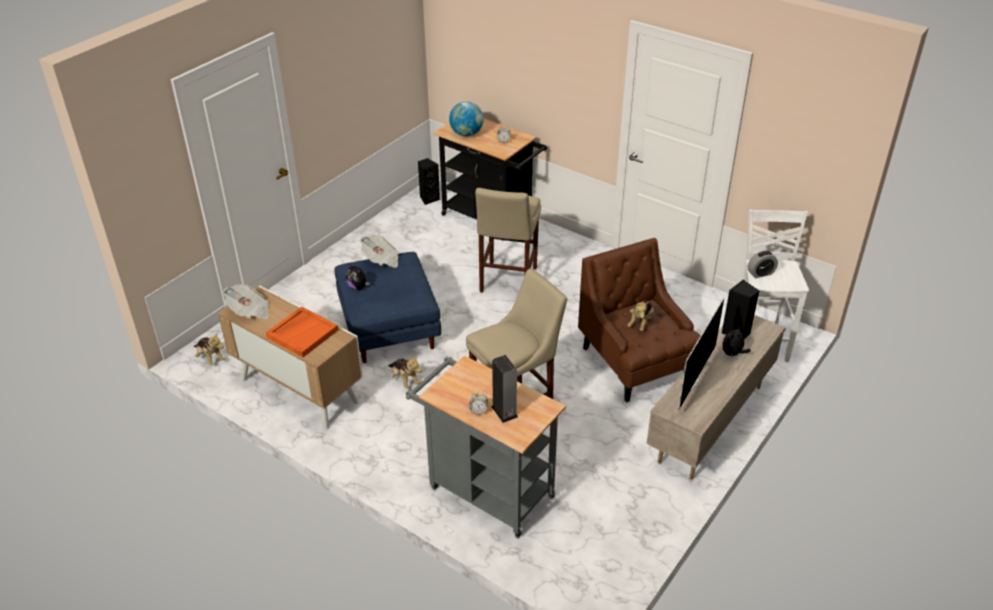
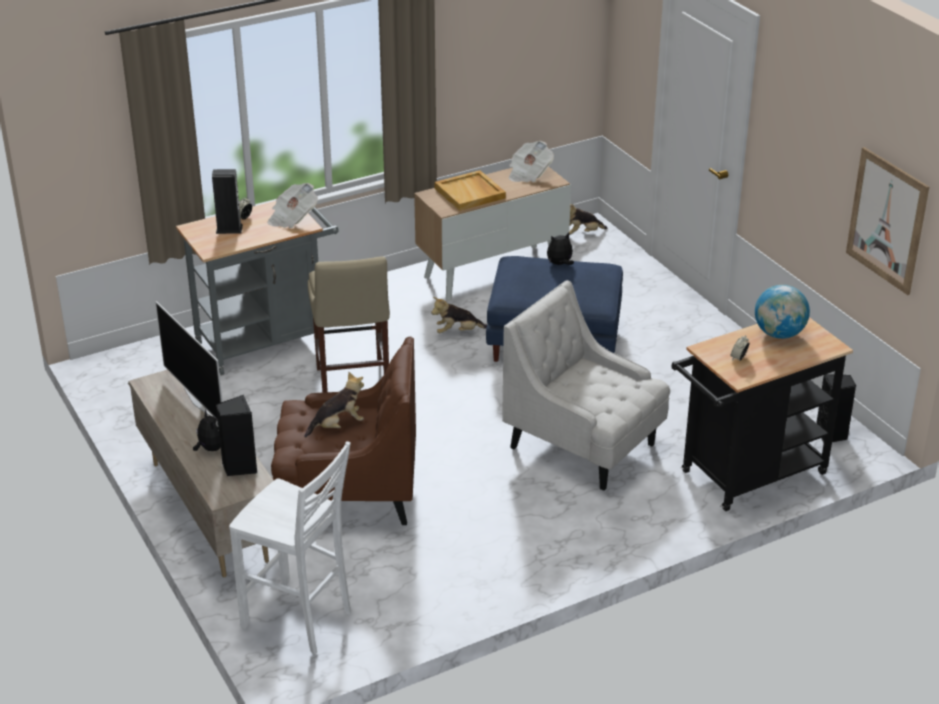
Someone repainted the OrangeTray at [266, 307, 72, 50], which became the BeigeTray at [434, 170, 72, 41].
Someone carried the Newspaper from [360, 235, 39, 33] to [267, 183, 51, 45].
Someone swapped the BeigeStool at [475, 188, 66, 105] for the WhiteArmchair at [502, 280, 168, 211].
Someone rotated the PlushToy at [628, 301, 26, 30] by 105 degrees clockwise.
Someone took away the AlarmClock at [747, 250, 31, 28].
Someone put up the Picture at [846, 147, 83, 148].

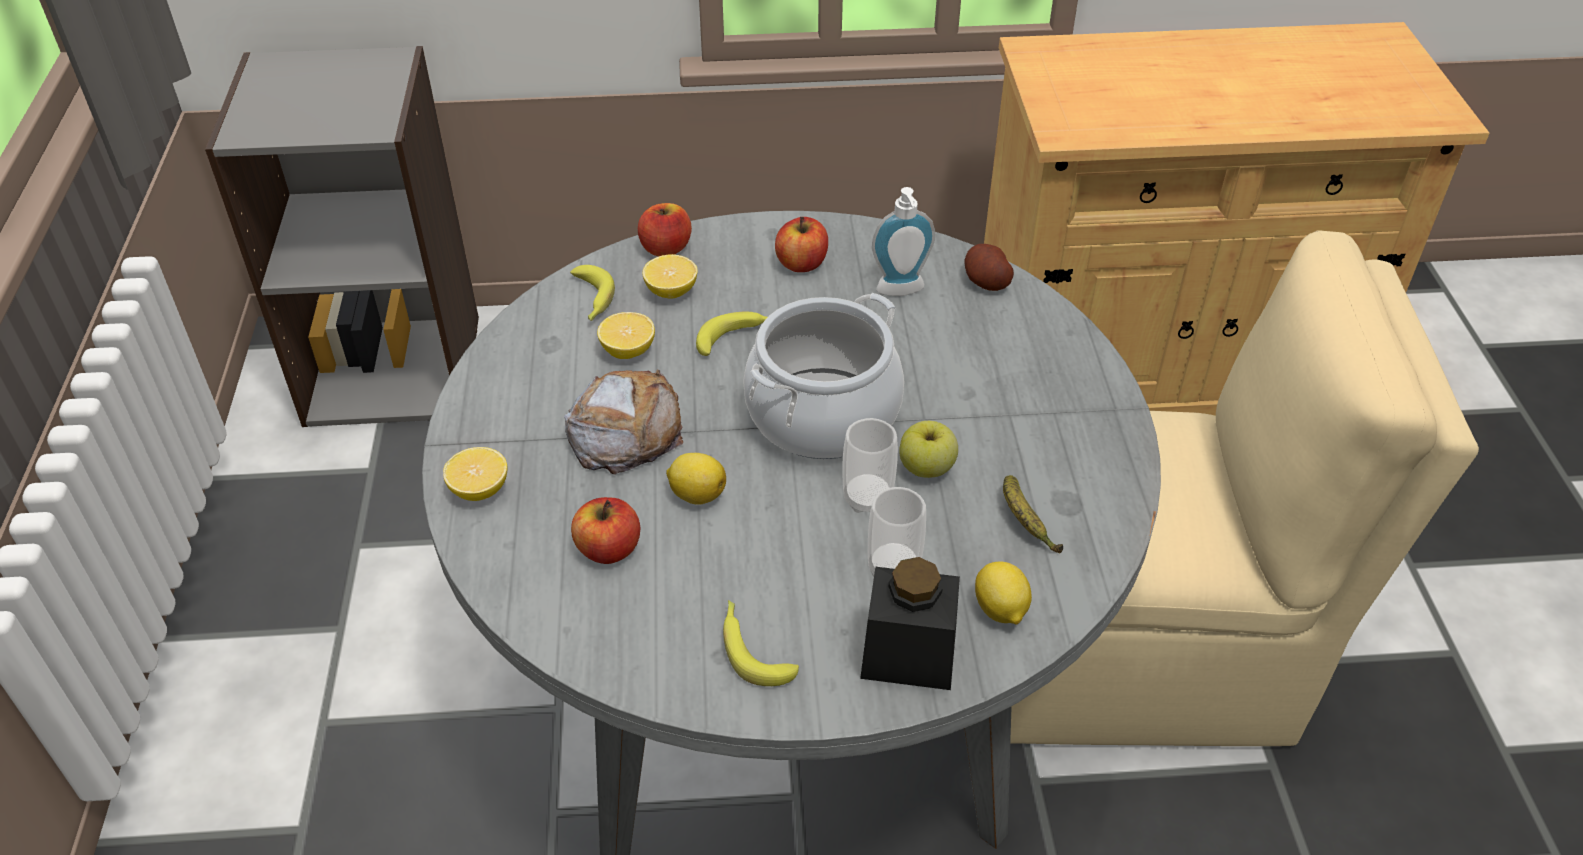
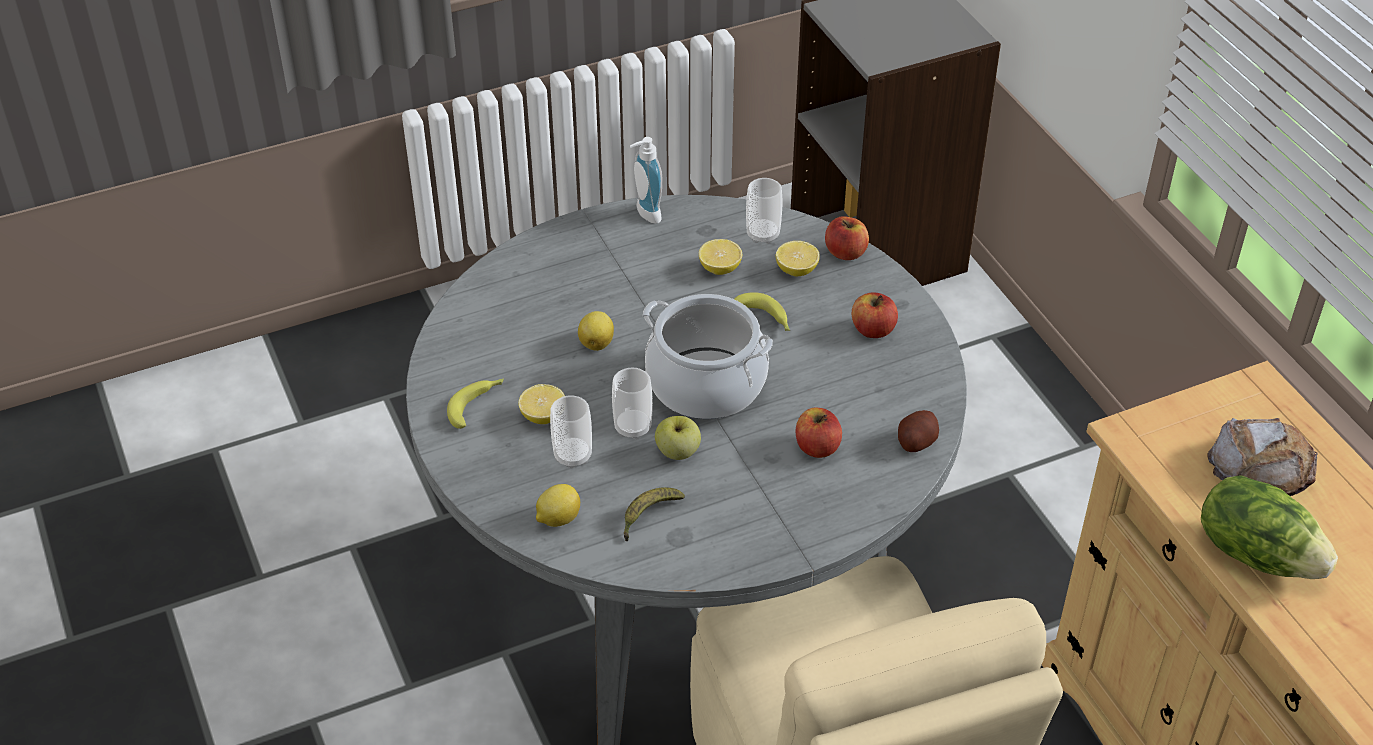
Someone carried the Lemon from [443, 447, 65, 54] to [518, 384, 47, 40].
Someone carried the Bread from [564, 370, 119, 105] to [1207, 418, 111, 78].
Someone swapped the Banana at [570, 265, 45, 56] for the Cup at [746, 178, 36, 66].
Someone carried the Apple from [571, 497, 69, 67] to [796, 407, 46, 51].
Someone took away the BlackJar at [860, 557, 100, 133].
Someone carried the SoapDispenser from [872, 187, 63, 109] to [630, 137, 33, 87].
Someone put down the Lettuce at [1201, 476, 137, 103].

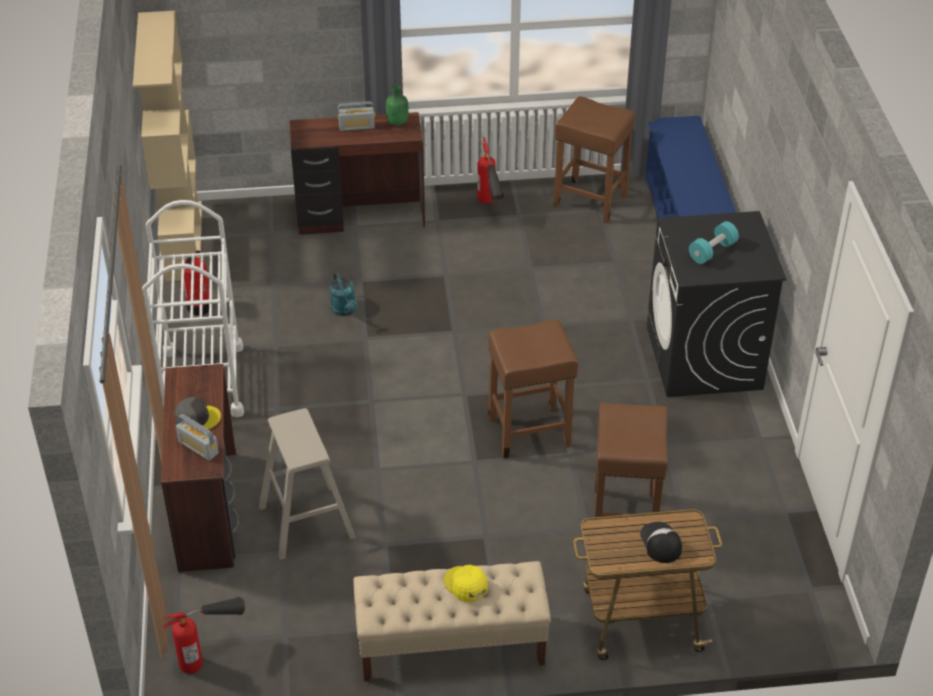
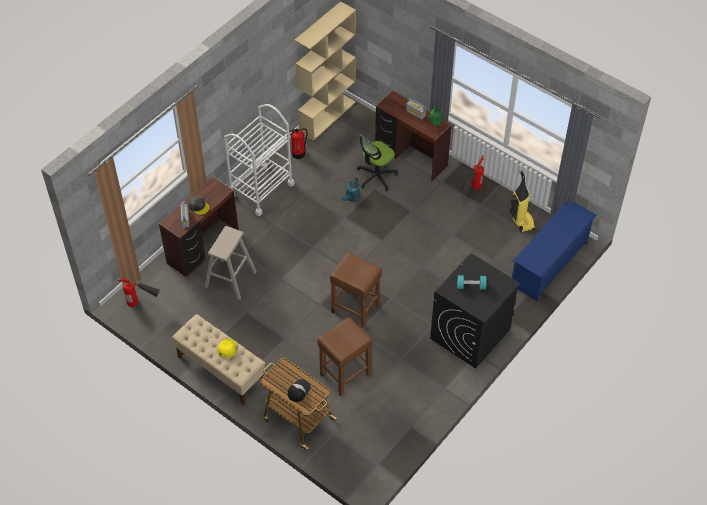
Someone swapped the BrownStool at [553, 97, 82, 127] for the VacuumCleaner at [510, 170, 26, 63].
Someone put down the OfficeChair at [357, 135, 41, 56].

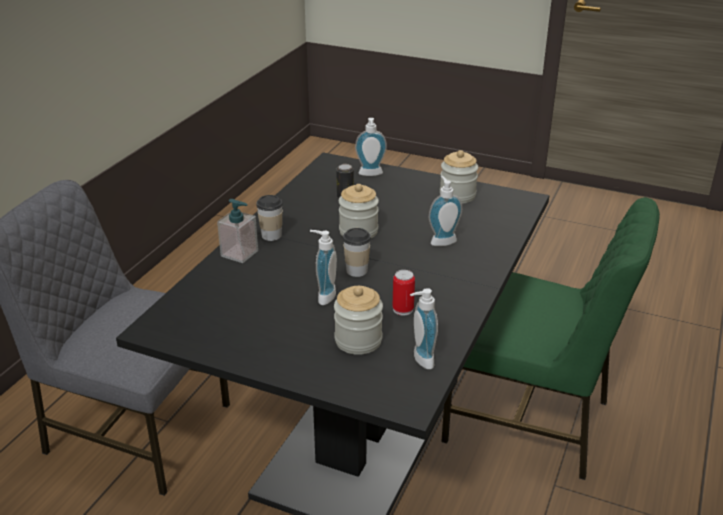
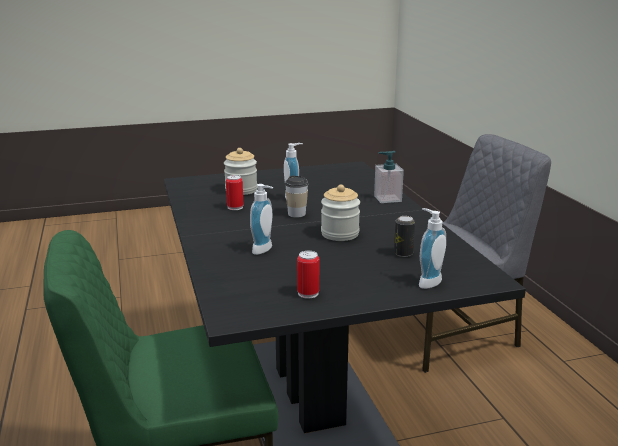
Someone took away the Cup at [256, 195, 27, 46].
Someone took away the SoapDispenser at [410, 288, 28, 81].
Someone swapped the Jar at [440, 150, 38, 54] for the Can at [297, 251, 22, 48].

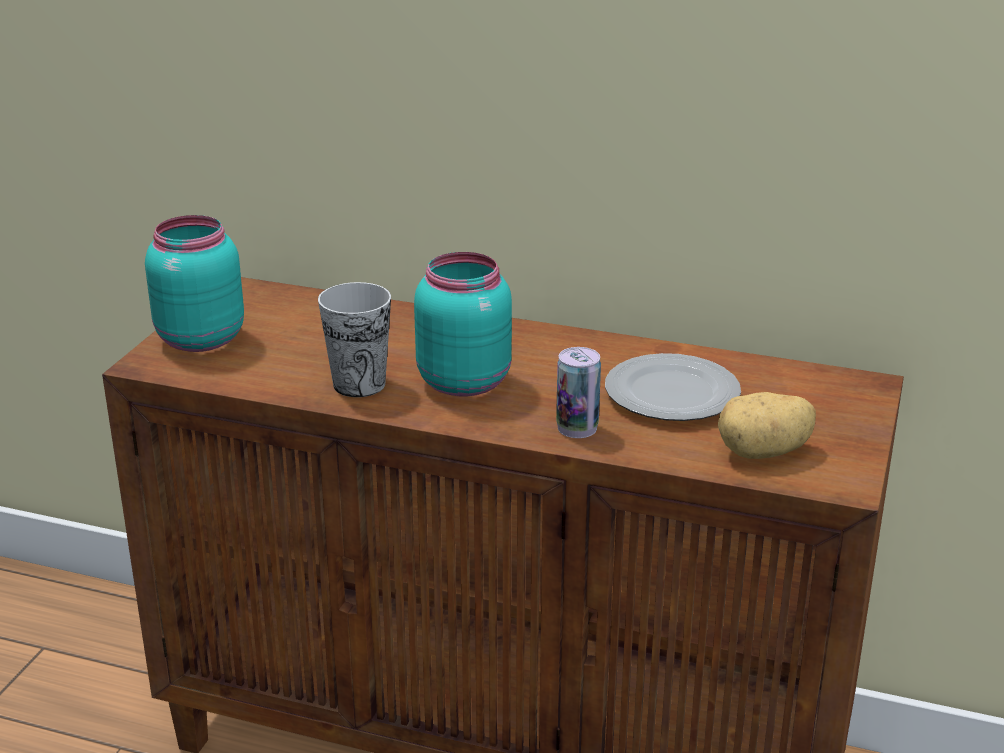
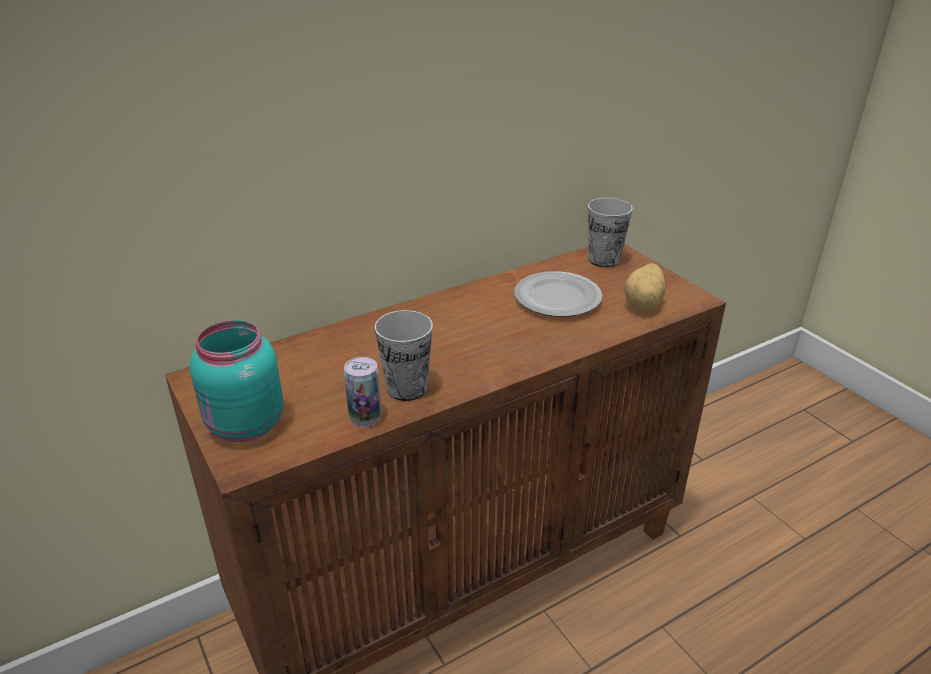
Someone took away the TurquoiseJar at [414, 252, 98, 144].
Someone carried the Can from [556, 347, 45, 91] to [344, 357, 38, 70].
Someone put down the Cup at [588, 198, 45, 70].

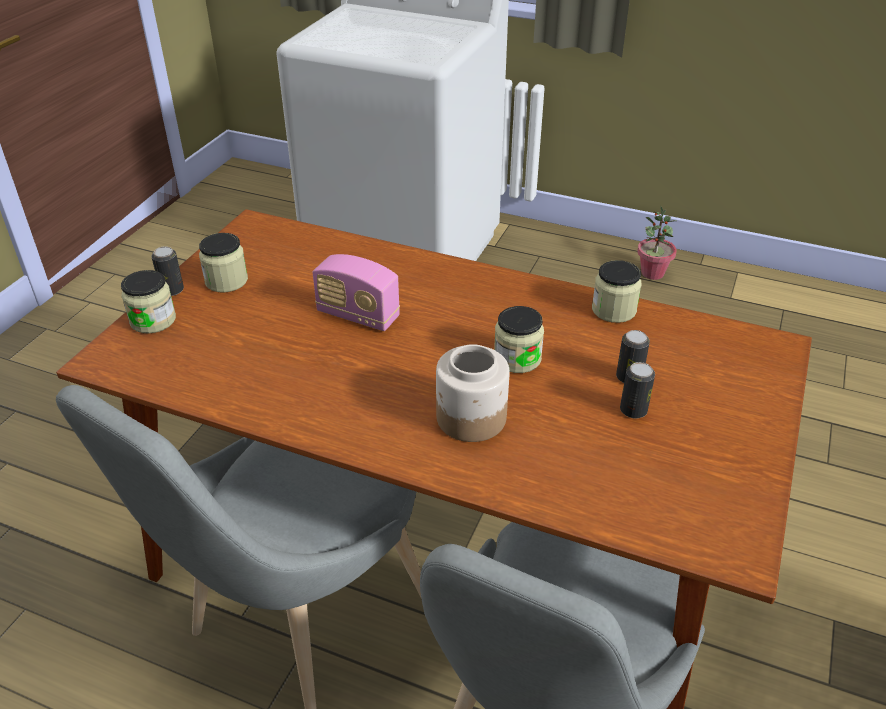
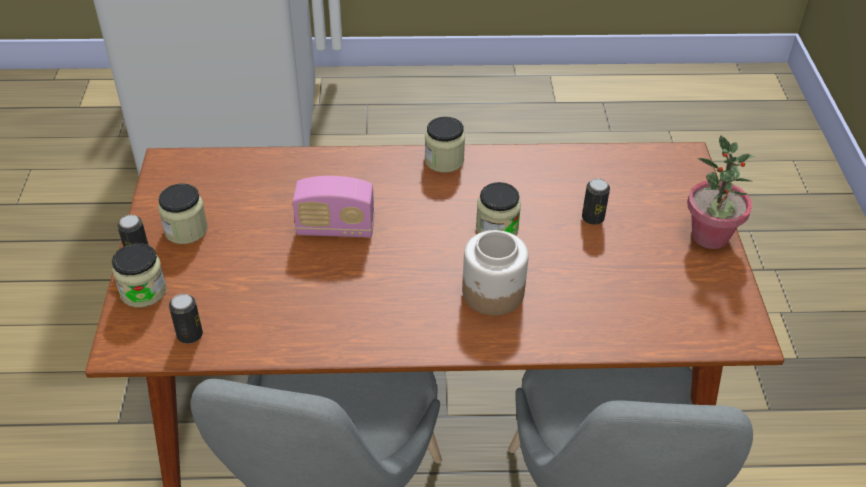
Someone carried the Jar from [592, 260, 50, 63] to [425, 117, 40, 56].
Someone carried the Can from [620, 362, 35, 56] to [169, 294, 34, 50].
Someone carried the PottedPlant from [637, 205, 40, 75] to [687, 136, 68, 113].

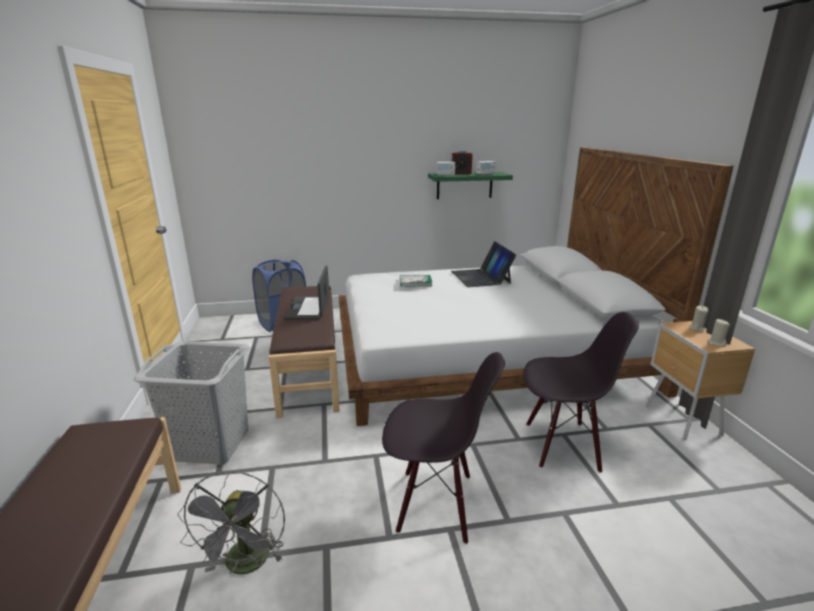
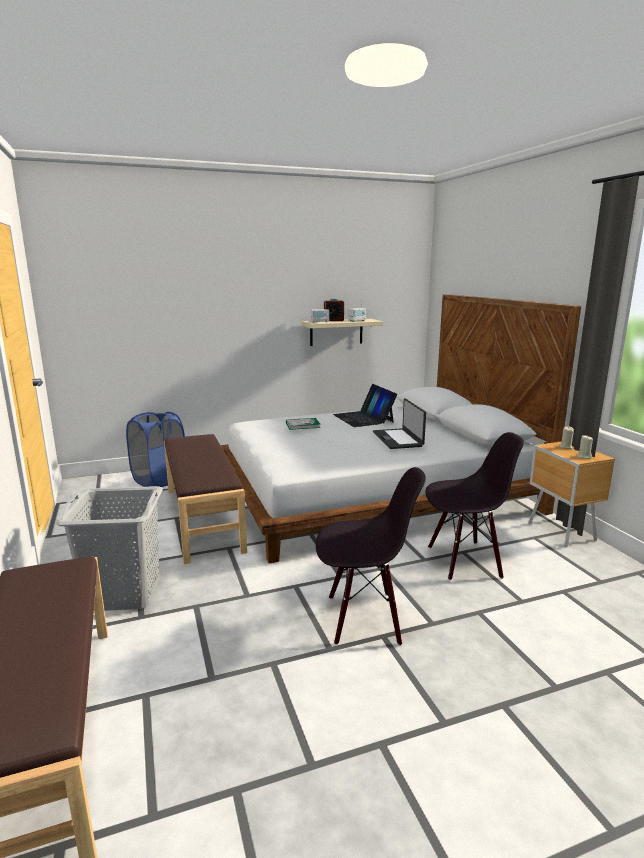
Someone took away the GreyFan at [178, 471, 107, 104].
Someone carried the Laptop from [284, 266, 46, 54] to [373, 398, 53, 51].
Someone repainted the GreenShelf at [428, 172, 85, 27], which became the BeigeShelf at [301, 319, 82, 27].

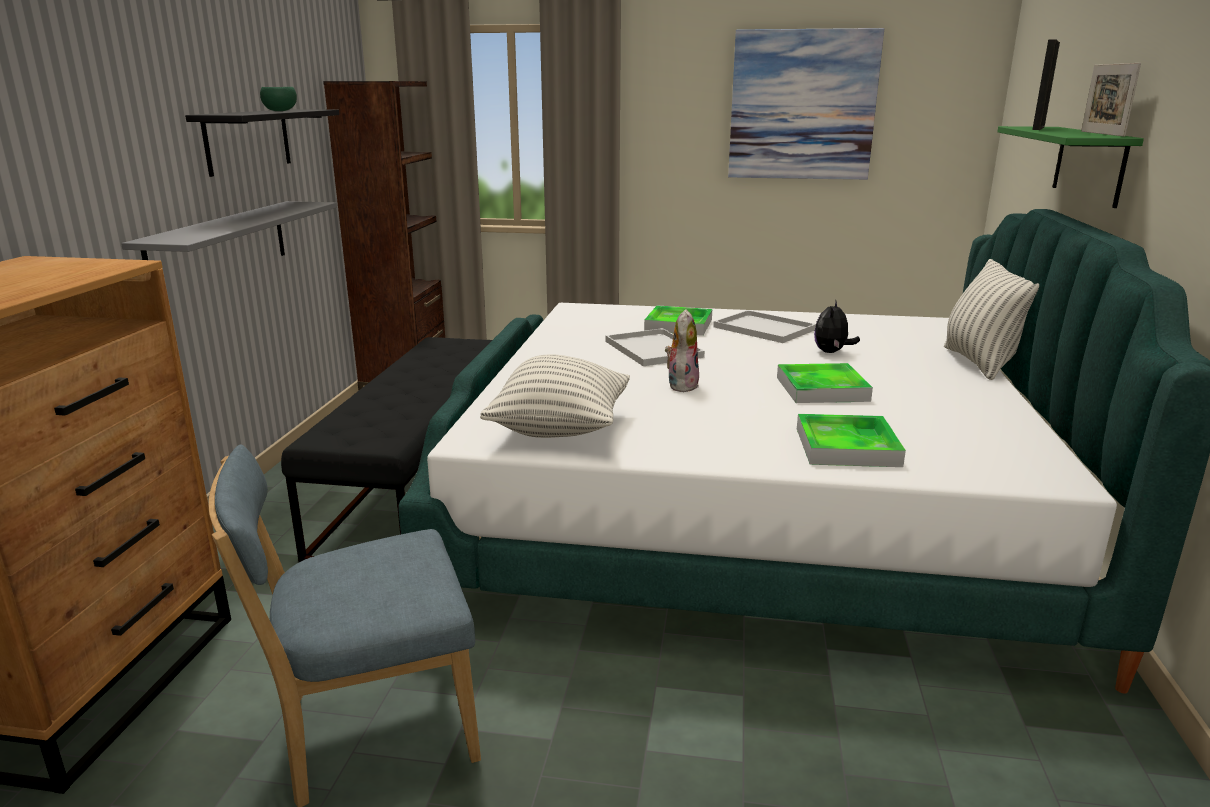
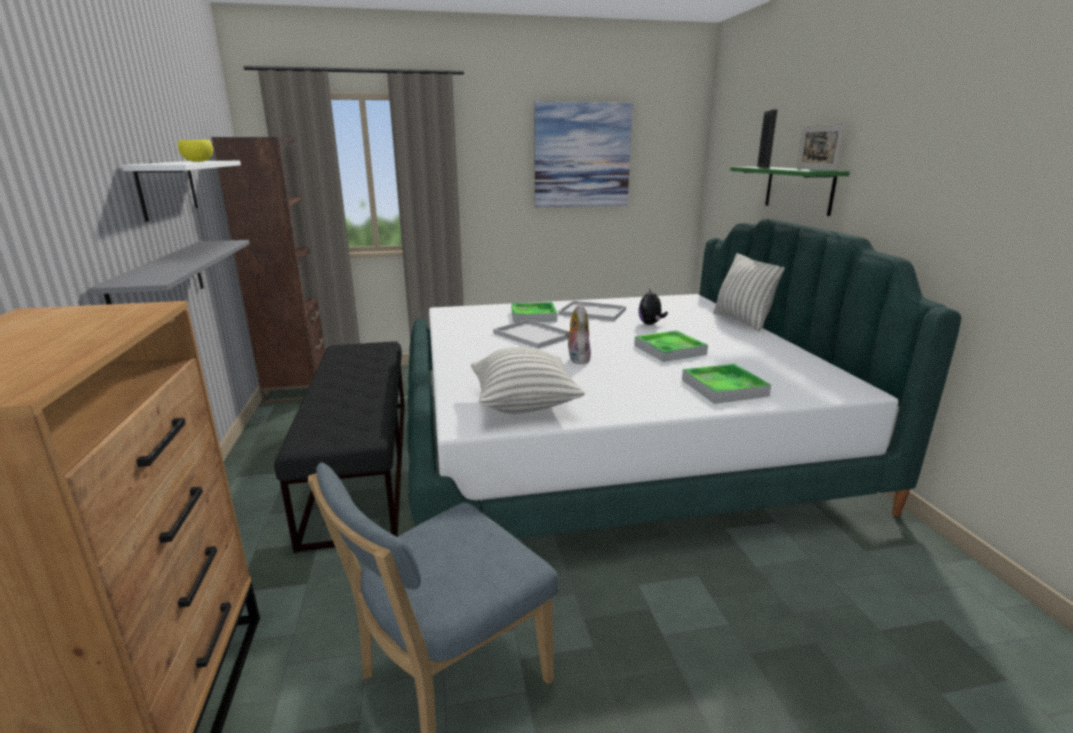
Someone repainted the BlackShelf at [185, 109, 154, 68], which became the WhiteShelf at [122, 161, 119, 61].
Someone repainted the GreenBowl at [260, 87, 37, 24], which became the YellowBowl at [178, 140, 35, 22].

